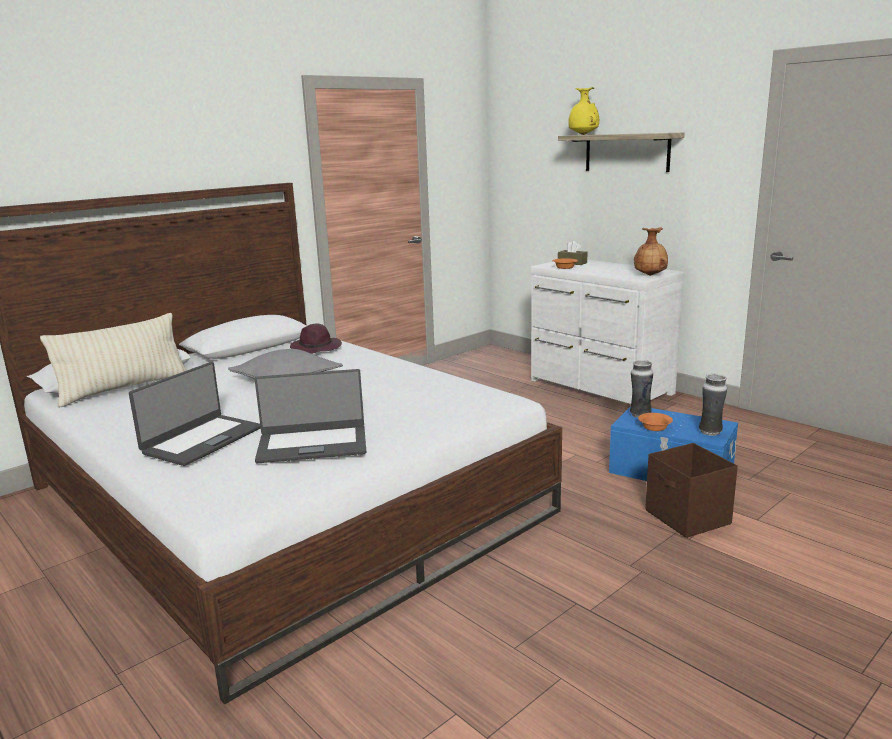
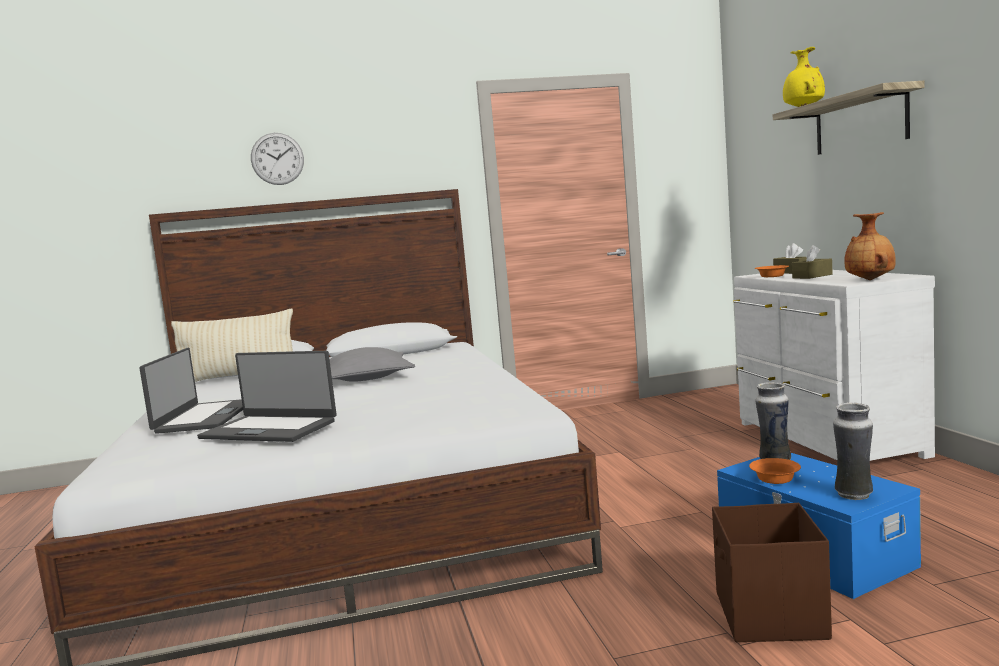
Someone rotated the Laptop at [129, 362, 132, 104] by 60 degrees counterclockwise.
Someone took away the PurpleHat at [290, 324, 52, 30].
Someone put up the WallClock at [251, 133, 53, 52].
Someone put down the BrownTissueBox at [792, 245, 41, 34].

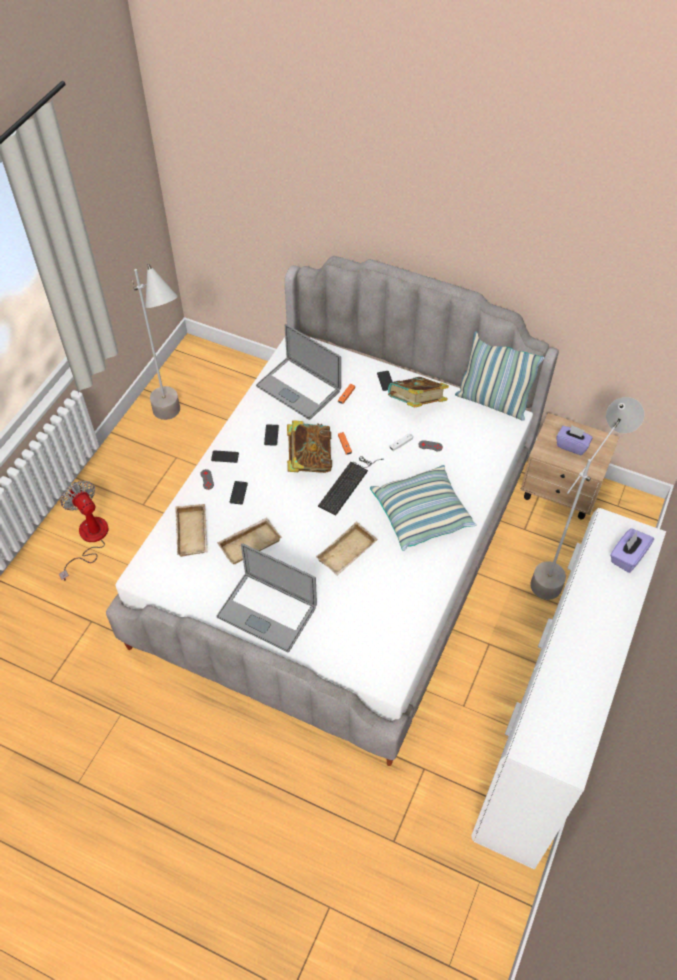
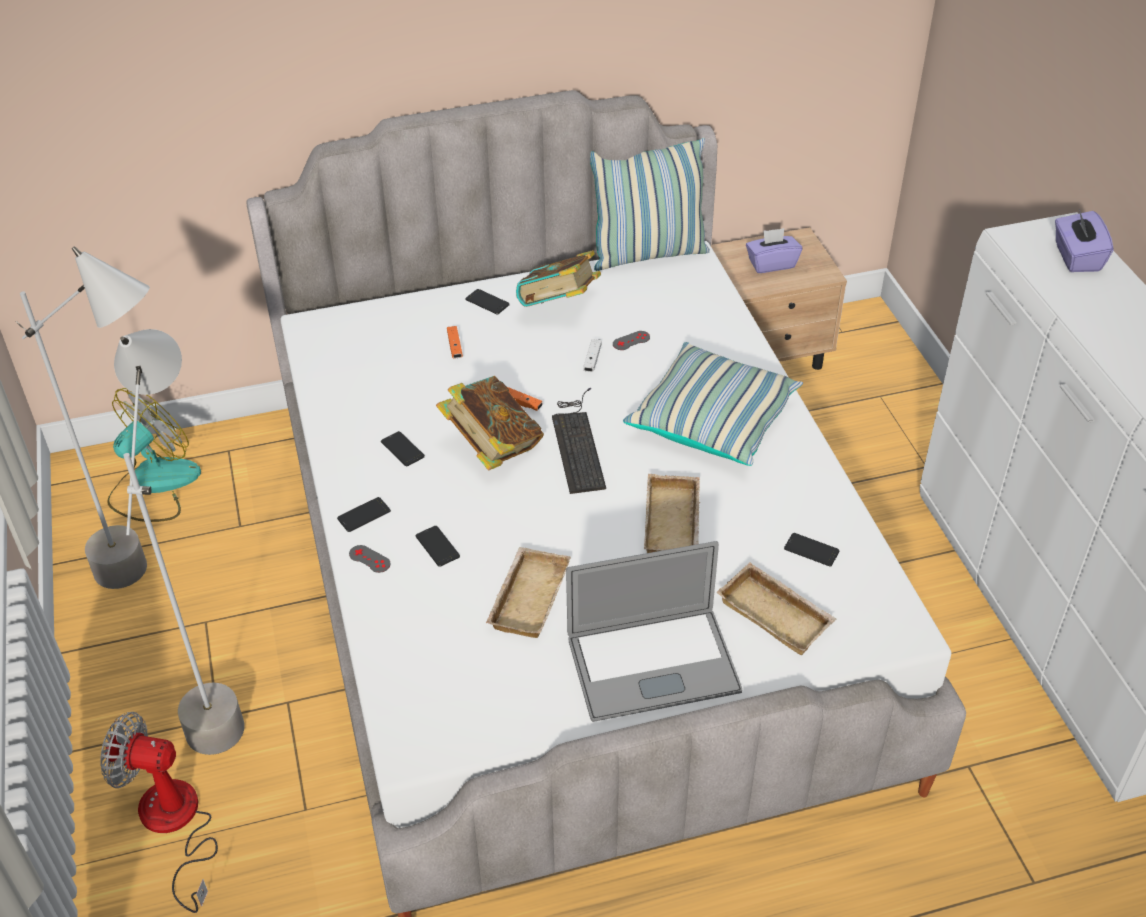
Someone carried the BeigeTray from [175, 504, 33, 53] to [717, 562, 120, 93].
Someone took away the Laptop at [256, 324, 85, 96].
Someone carried the GreyFloorLamp from [530, 397, 114, 203] to [114, 329, 131, 426].
Someone put down the Fan at [107, 388, 94, 134].
Someone put down the Phone at [784, 533, 55, 34].

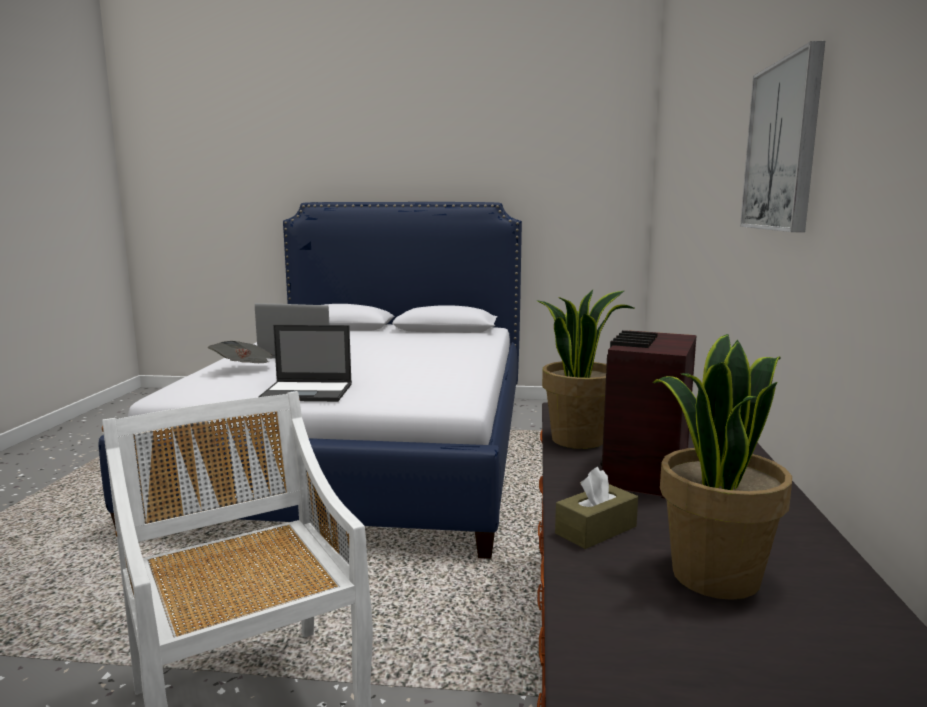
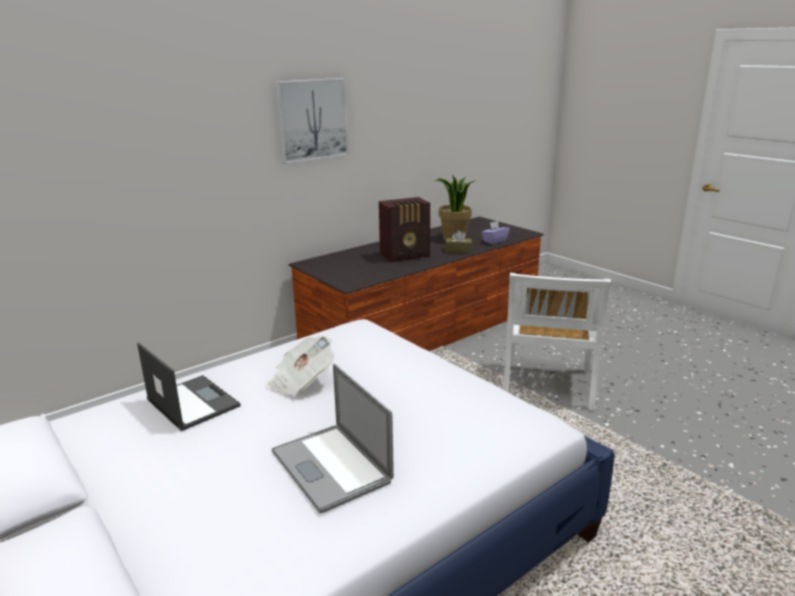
Someone carried the Newspaper from [208, 341, 65, 22] to [266, 336, 68, 60].
Someone carried the Laptop from [258, 325, 94, 77] to [137, 342, 104, 89].
Someone took away the PottedPlant at [536, 290, 99, 159].
Someone put down the PurpleTissueBox at [481, 221, 29, 23].

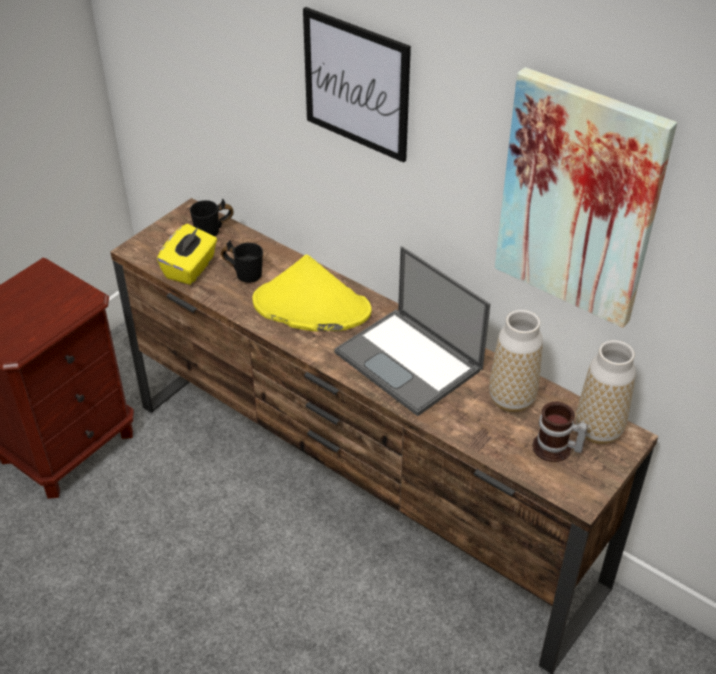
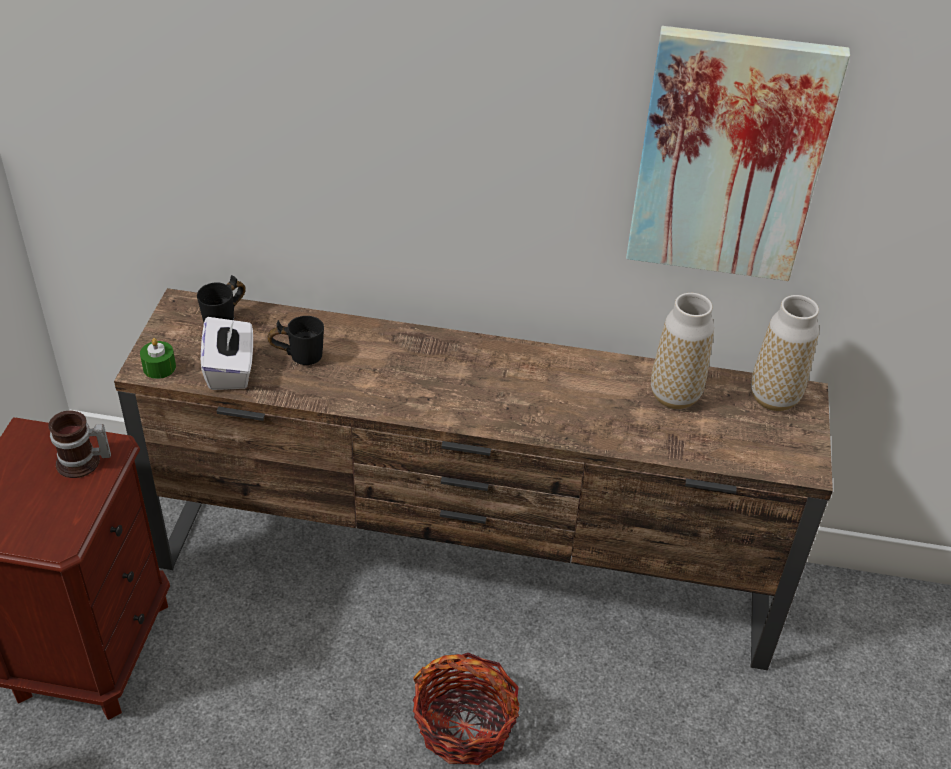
Someone repainted the YellowTissueBox at [157, 224, 60, 61], which became the WhiteTissueBox at [201, 316, 52, 74].
Someone took away the YellowHat at [252, 254, 120, 77].
Someone took away the Picture at [303, 7, 108, 156].
Someone took away the Laptop at [334, 246, 156, 170].
Someone carried the Mug from [533, 401, 55, 61] to [48, 410, 63, 68].
Someone put down the GreenCandle at [140, 338, 36, 41].
Someone put down the Basket at [413, 653, 106, 112].

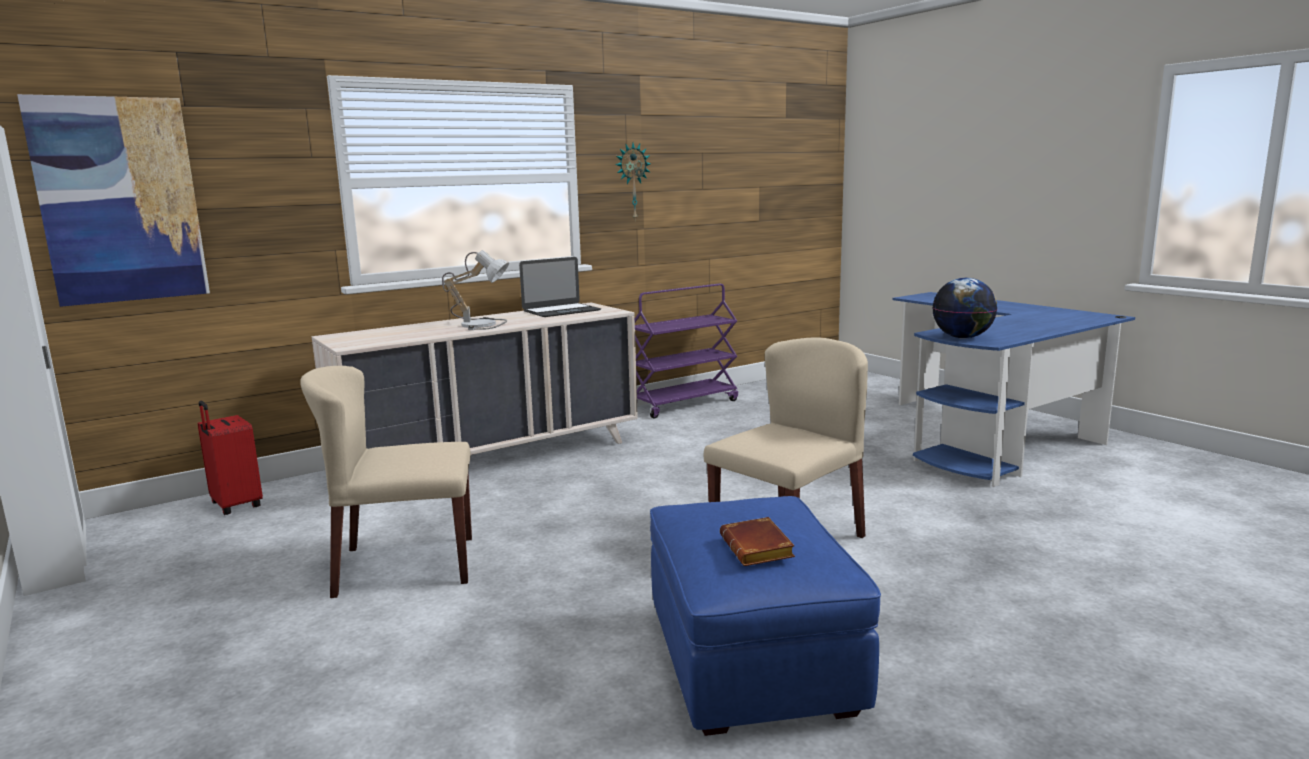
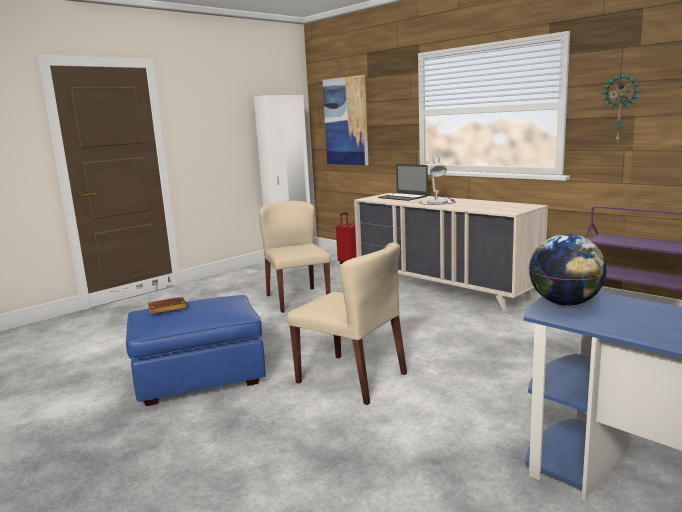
Someone carried the Laptop from [519, 257, 82, 60] to [378, 164, 50, 37].

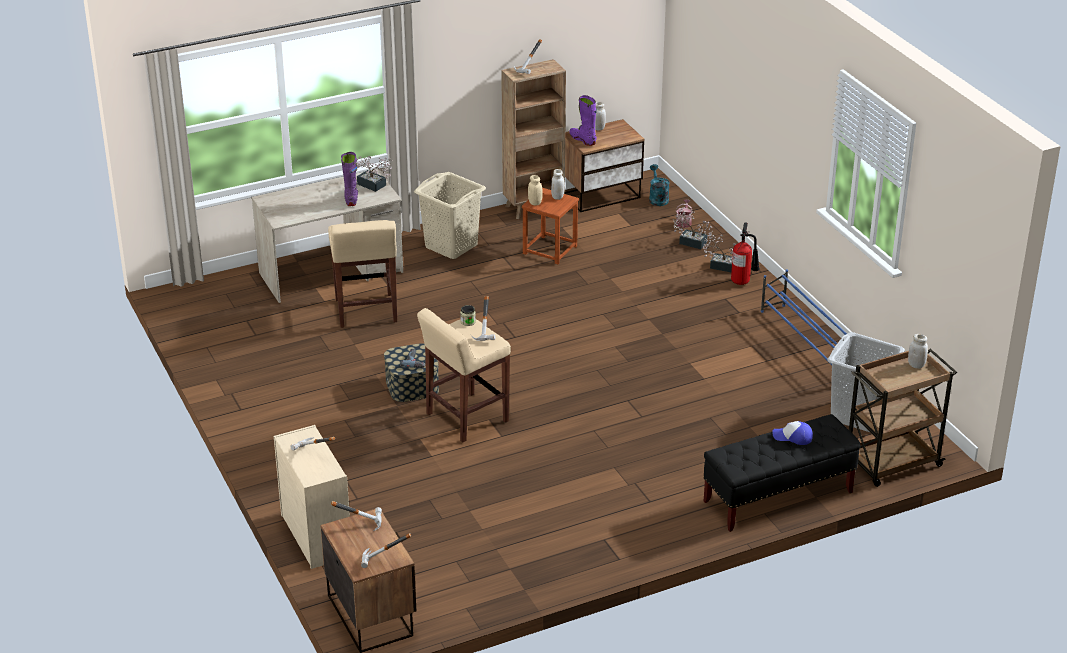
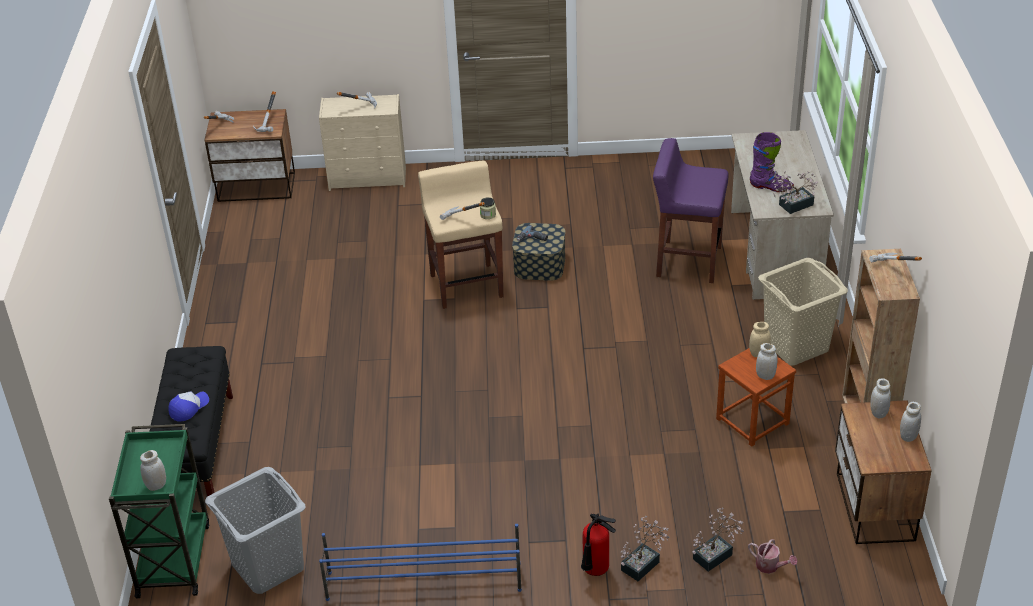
Someone repainted the BeigeStool at [328, 220, 69, 108], which became the PurpleStool at [653, 138, 75, 145].
Someone swapped the PurpleBoot at [569, 95, 28, 51] for the WhiteJar at [870, 378, 21, 40].
Someone took away the TurquoiseWateringCan at [649, 164, 21, 42].
Someone repainted the BrownCart at [849, 349, 108, 138], which became the GreenCart at [109, 424, 100, 174].

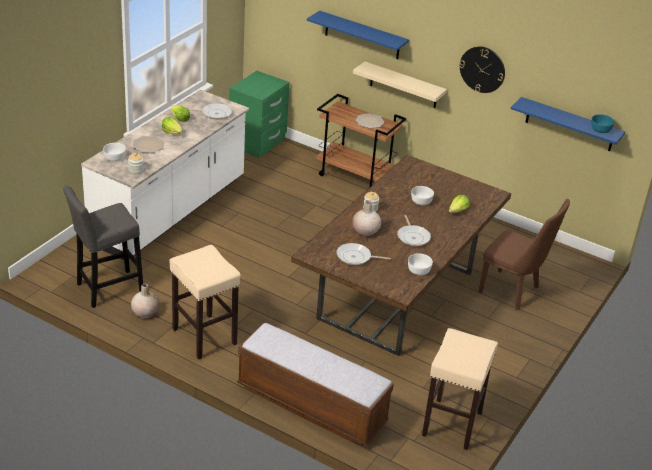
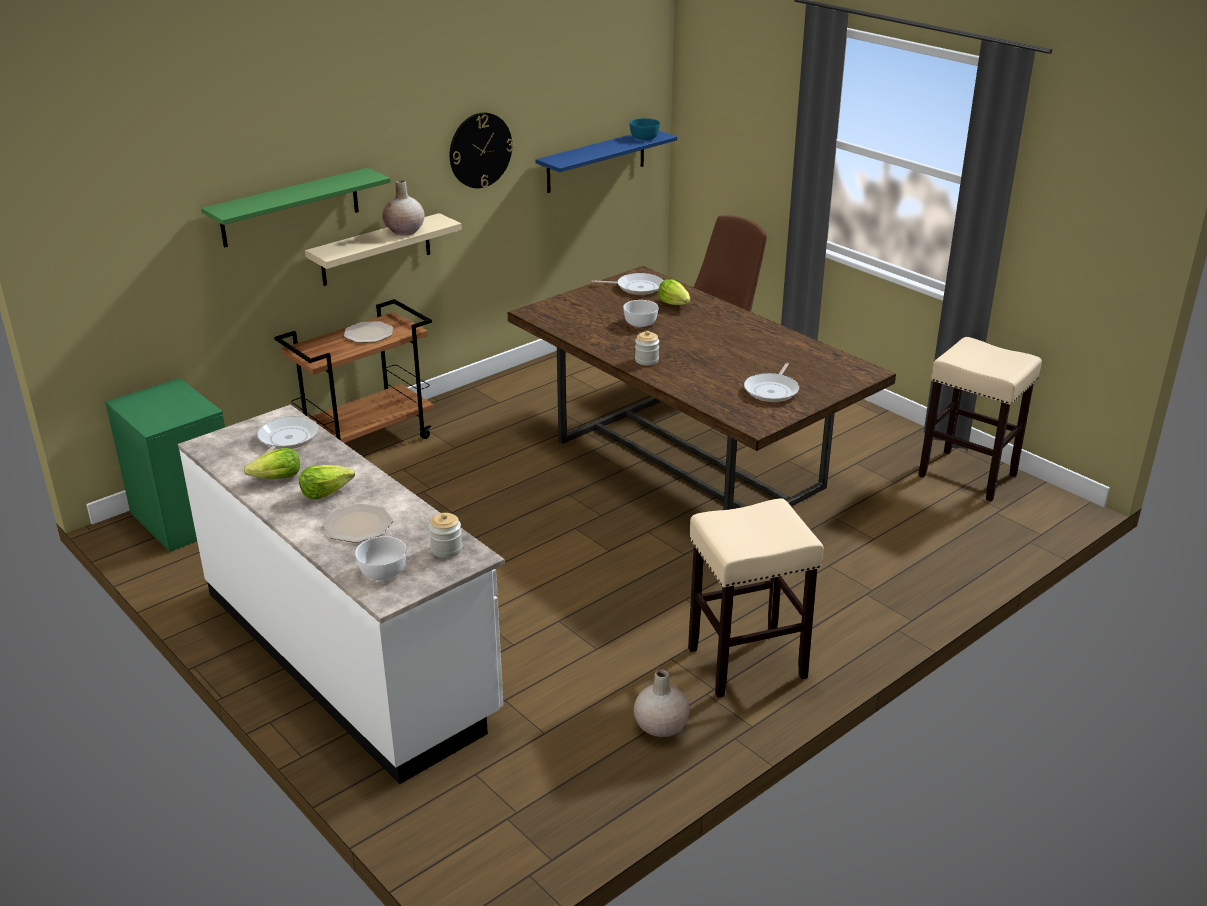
Someone took away the GreyStool at [63, 186, 80, 122].
Someone took away the Bench at [237, 323, 157, 124].
Someone repainted the BlueShelf at [307, 11, 102, 48], which became the GreenShelf at [201, 168, 190, 80].
Someone carried the BeigeVase from [352, 200, 29, 36] to [382, 180, 43, 55].
Someone carried the FryingPan from [397, 215, 34, 31] to [591, 273, 73, 22].
Someone took away the WhiteBowl at [408, 253, 25, 22].

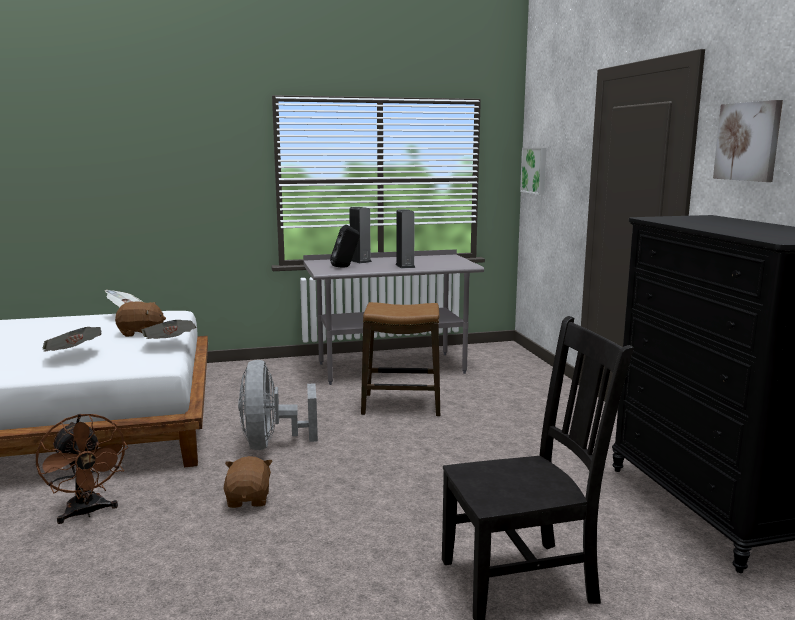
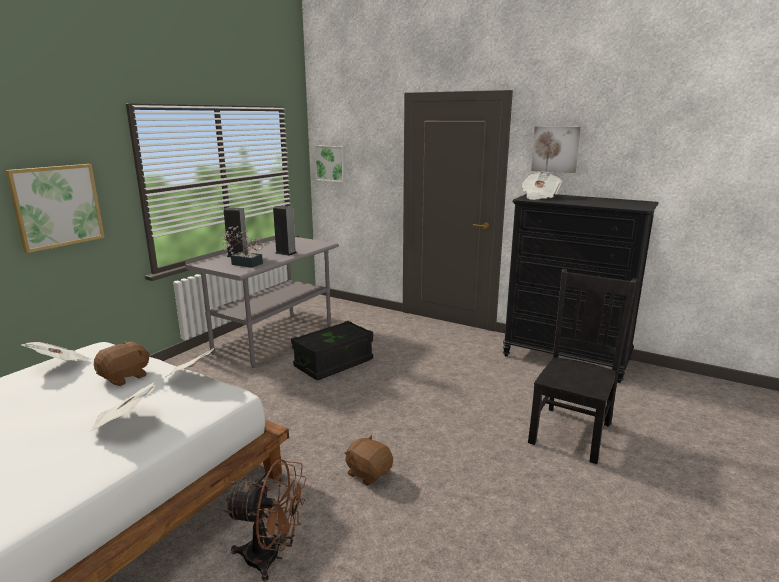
Someone took away the GreyFan at [238, 360, 80, 90].
Someone swapped the BlackSpeaker at [330, 225, 30, 43] for the PottedPlant at [220, 226, 47, 42].
Someone swapped the Stool at [361, 302, 79, 115] for the BlackStorageBox at [291, 321, 82, 59].
Someone put up the Picture at [5, 164, 100, 89].
Someone put down the Newspaper at [521, 172, 41, 28].

